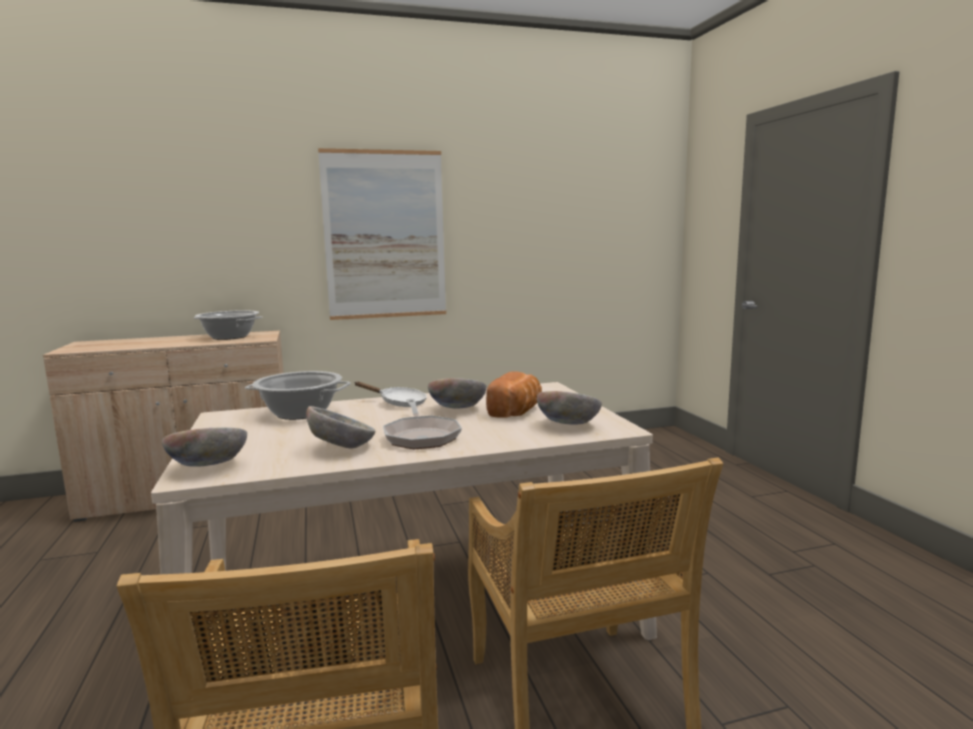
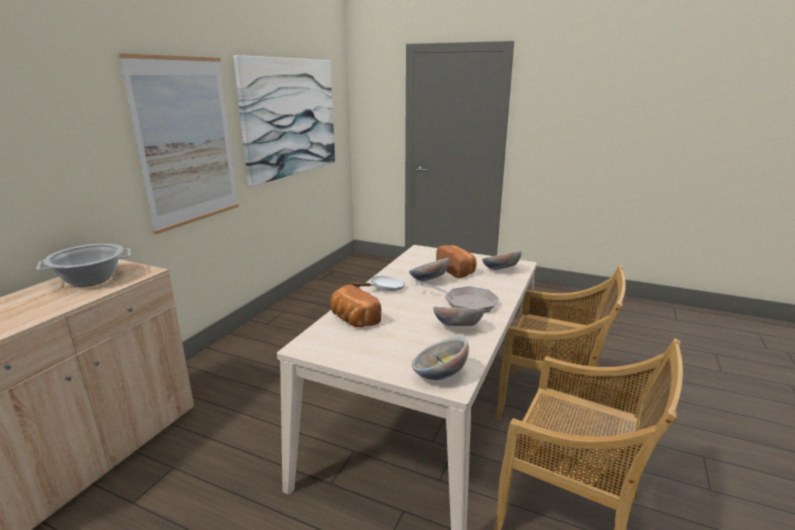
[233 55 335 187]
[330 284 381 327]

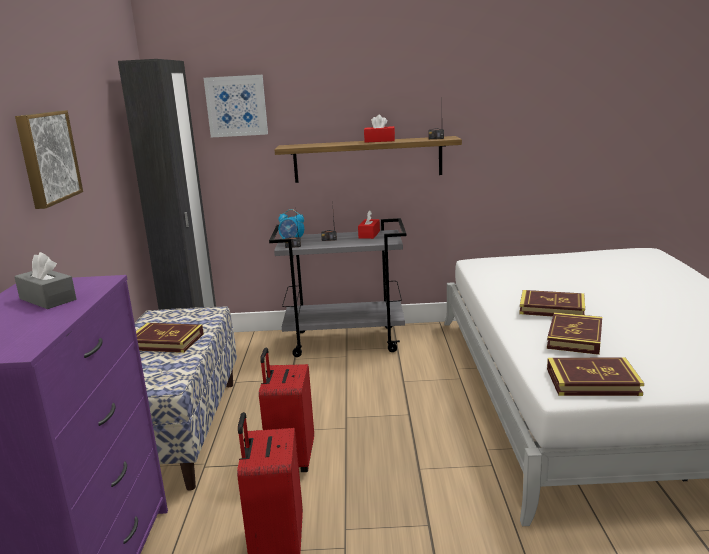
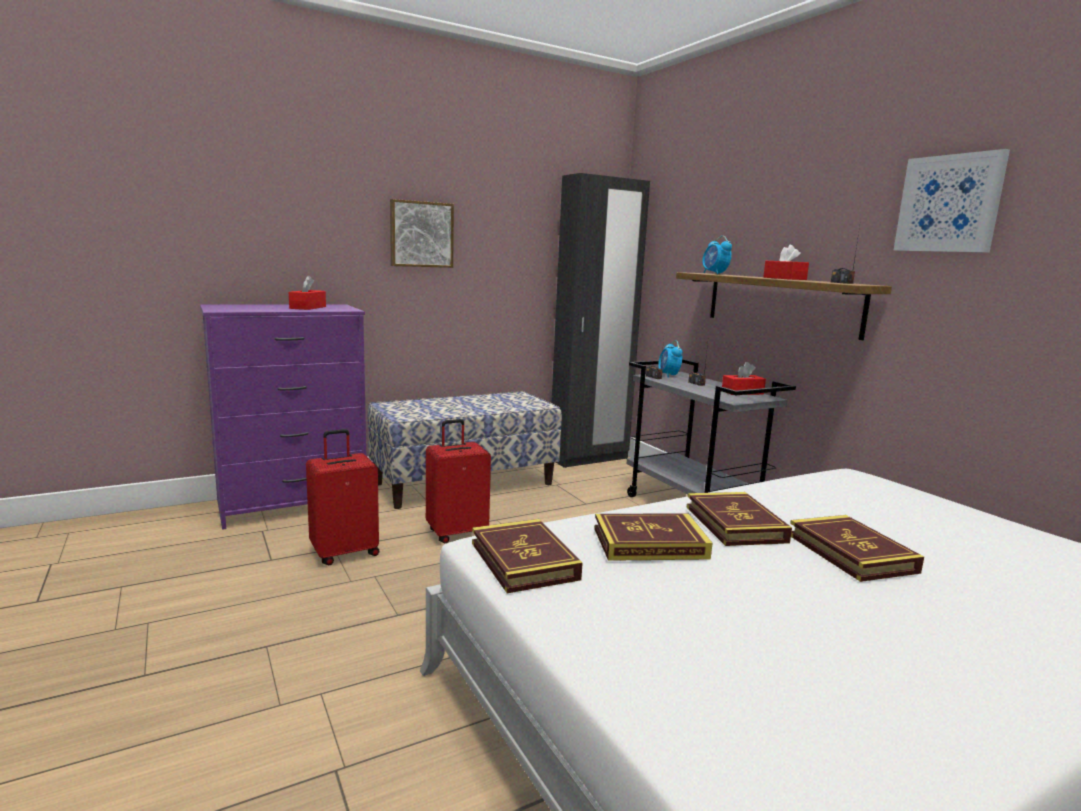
[289 275 326 310]
[702 236 732 274]
[790 515 924 582]
[894 149 1010 252]

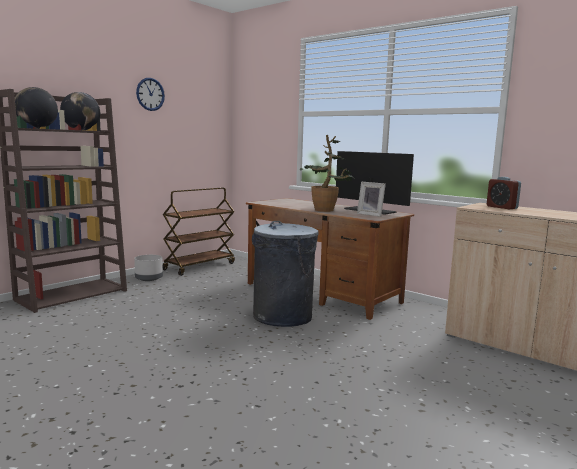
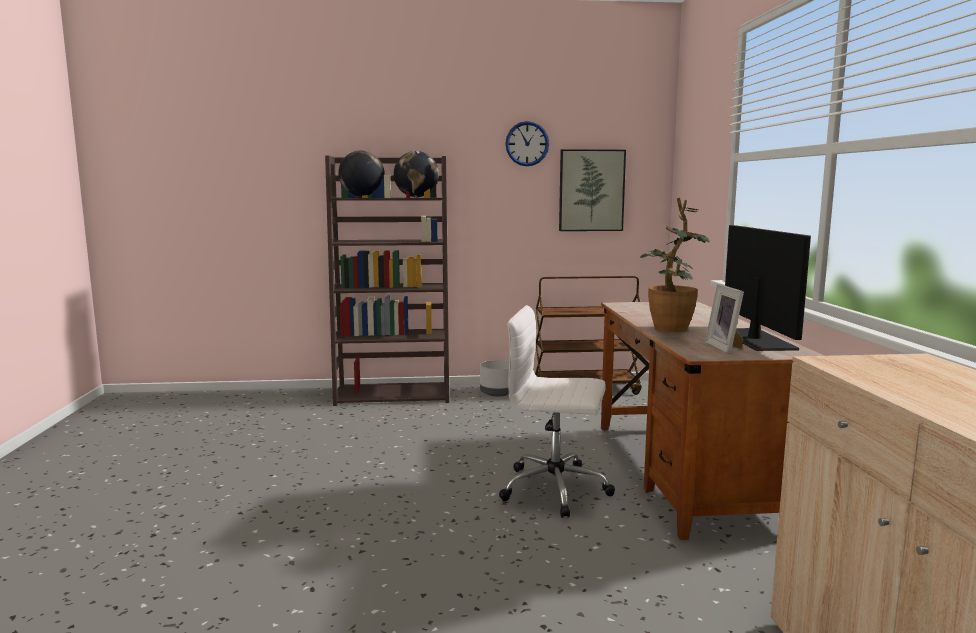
[499 305 615 518]
[559 149 626 231]
[487 177 521 209] (first image)

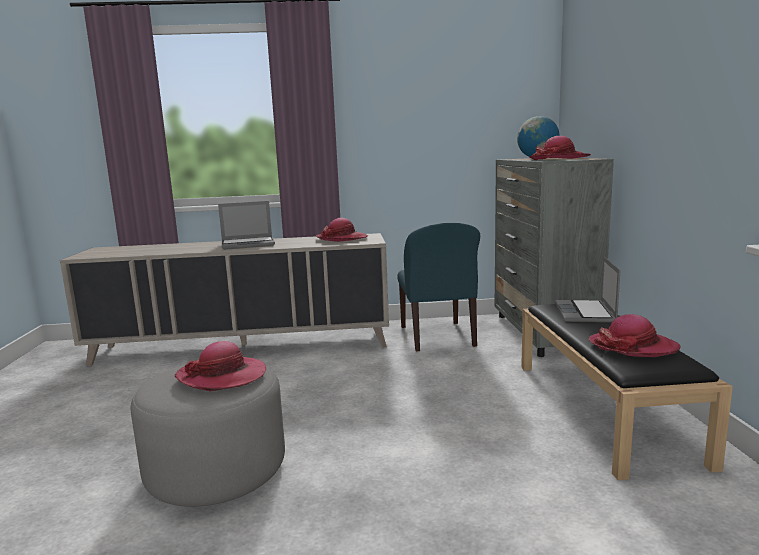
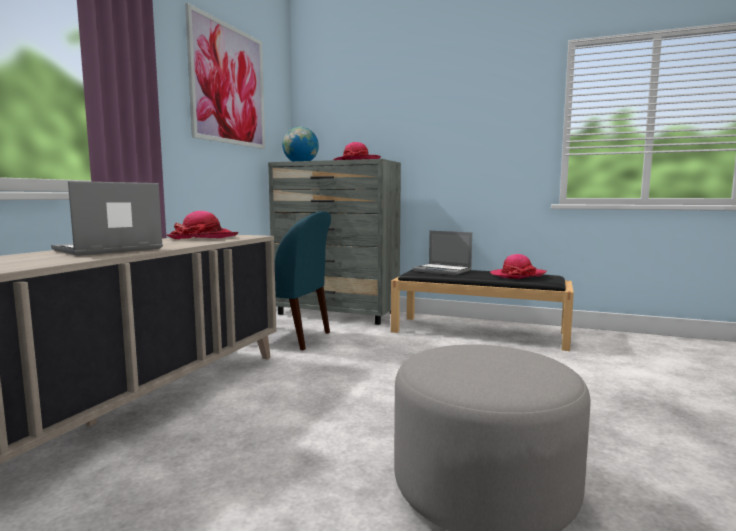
[51 181 163 256]
[185 3 265 149]
[175 341 266 392] (first image)

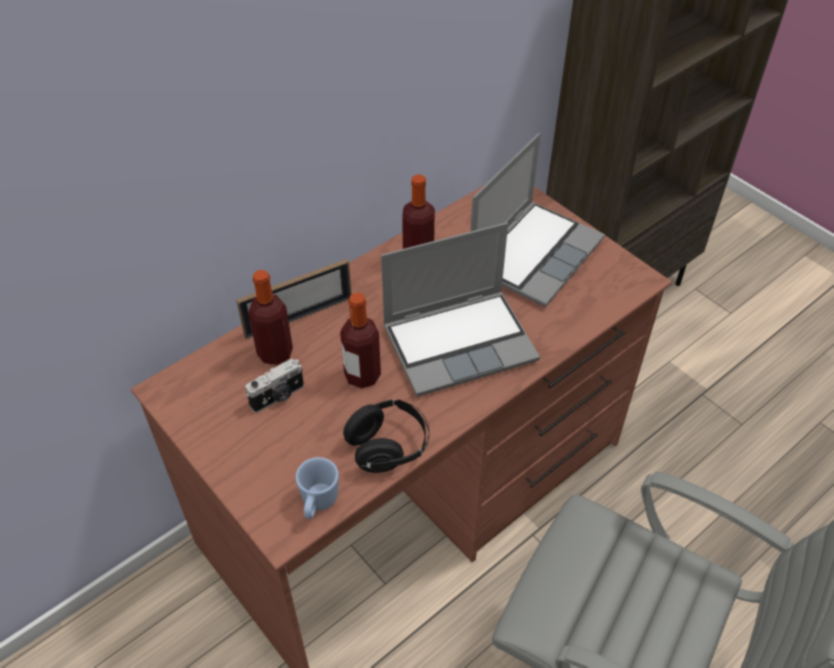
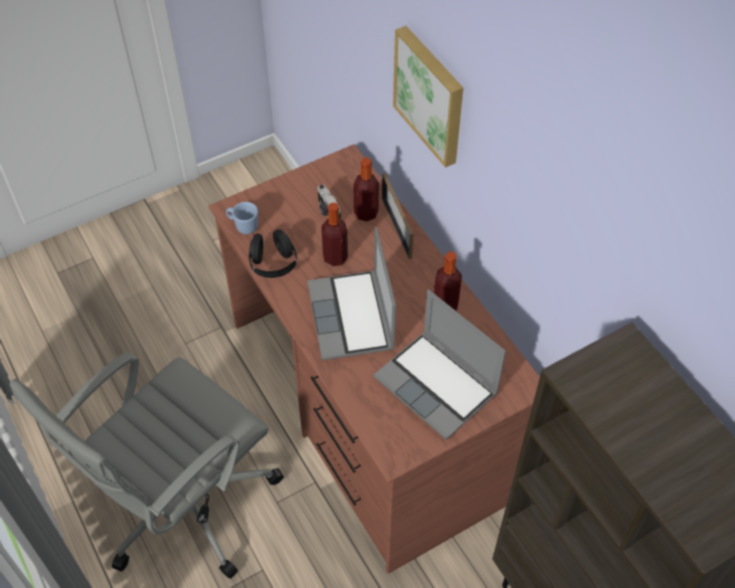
[393 26 463 168]

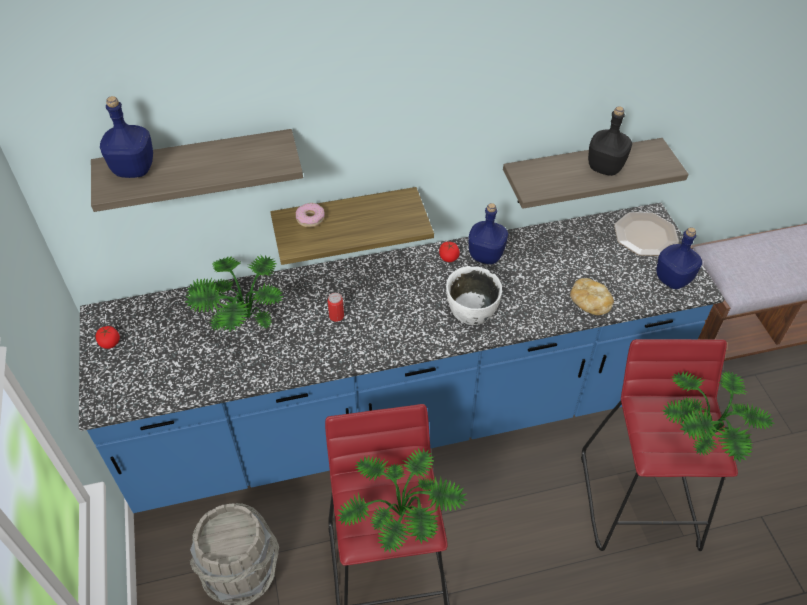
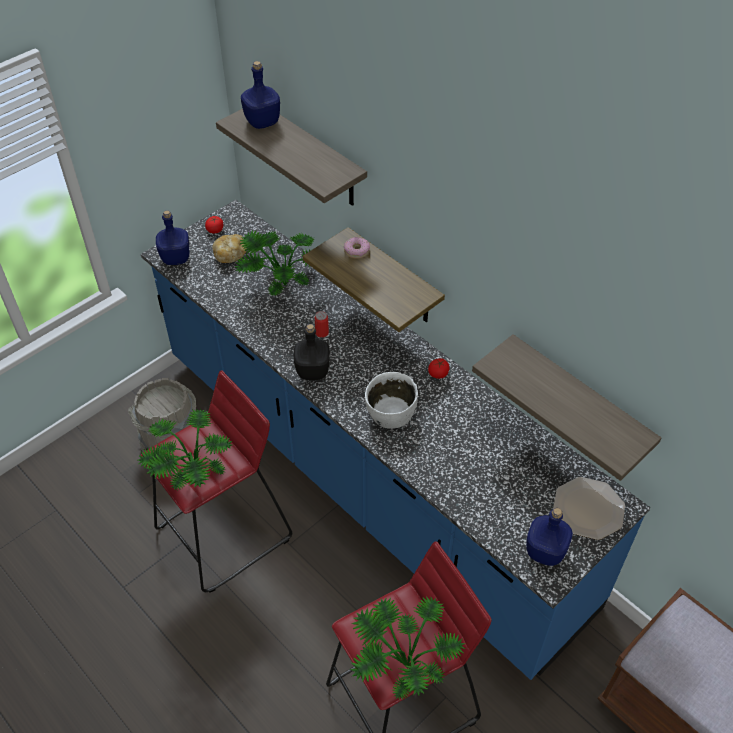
[156 210 189 265]
[213 234 247 263]
[294 324 330 380]

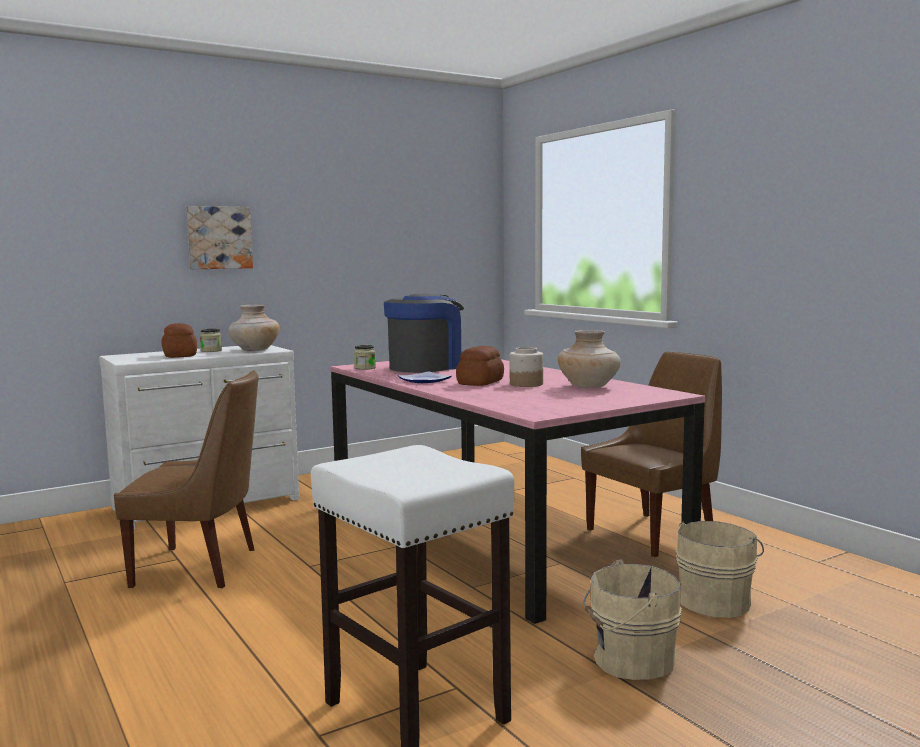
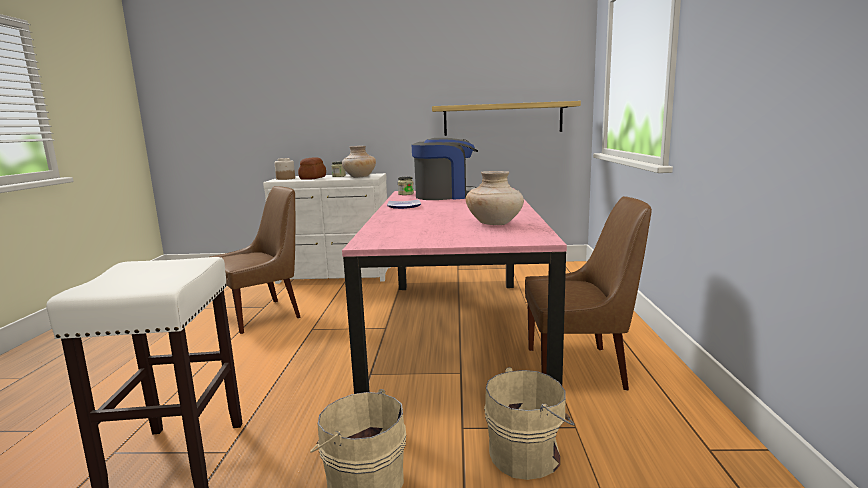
[210 186 301 334]
[275 158 295 180]
[432 101 581 136]
[187 206 253 269] (first image)
[456 346 504 386] (first image)

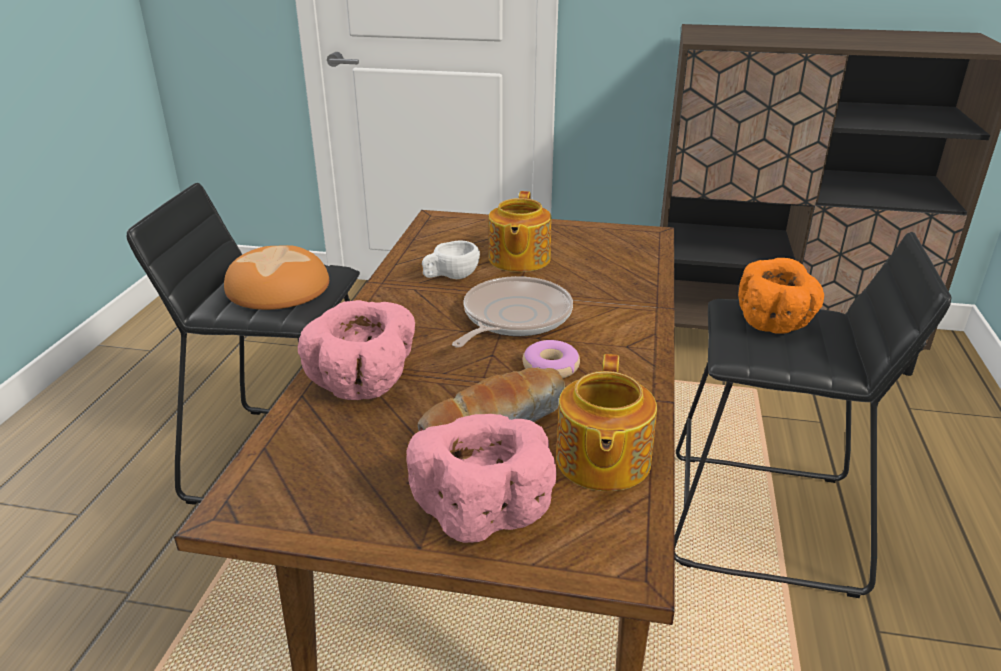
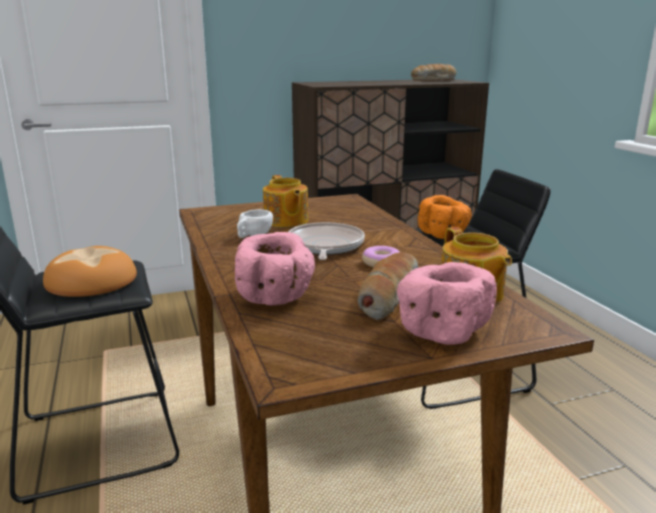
[411 64 456 81]

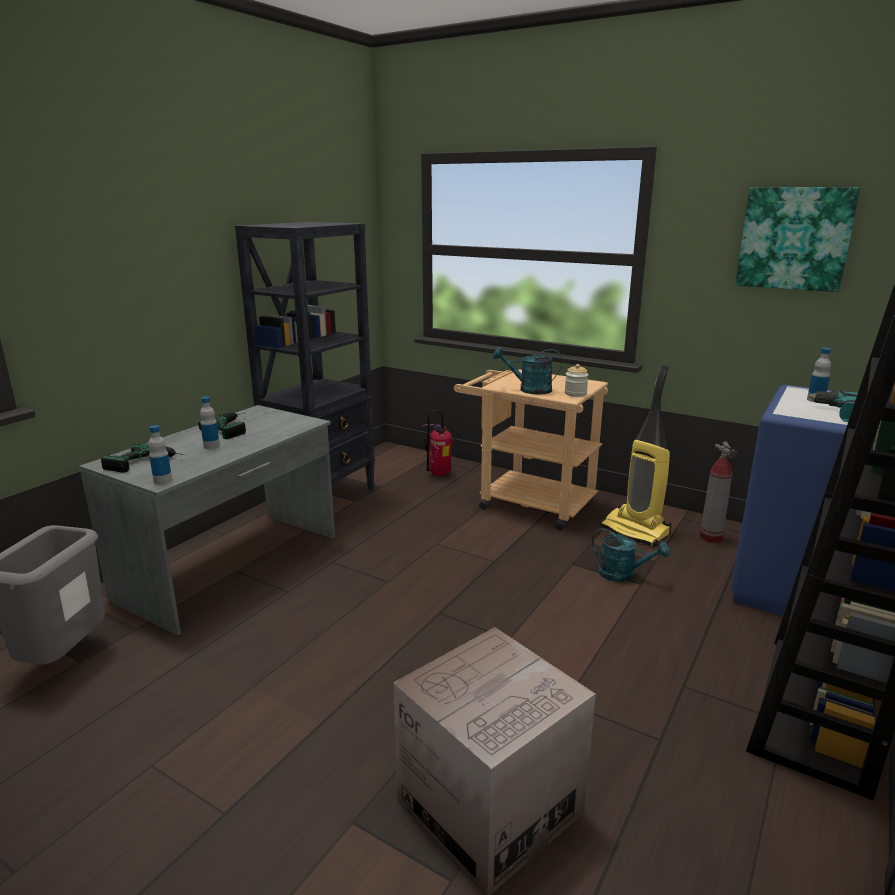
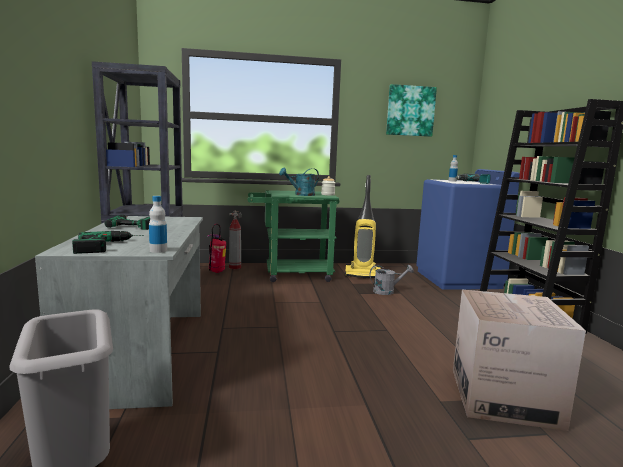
[229 211 242 269]
[247 190 339 282]
[370 265 414 295]
[200 397 220 449] (first image)

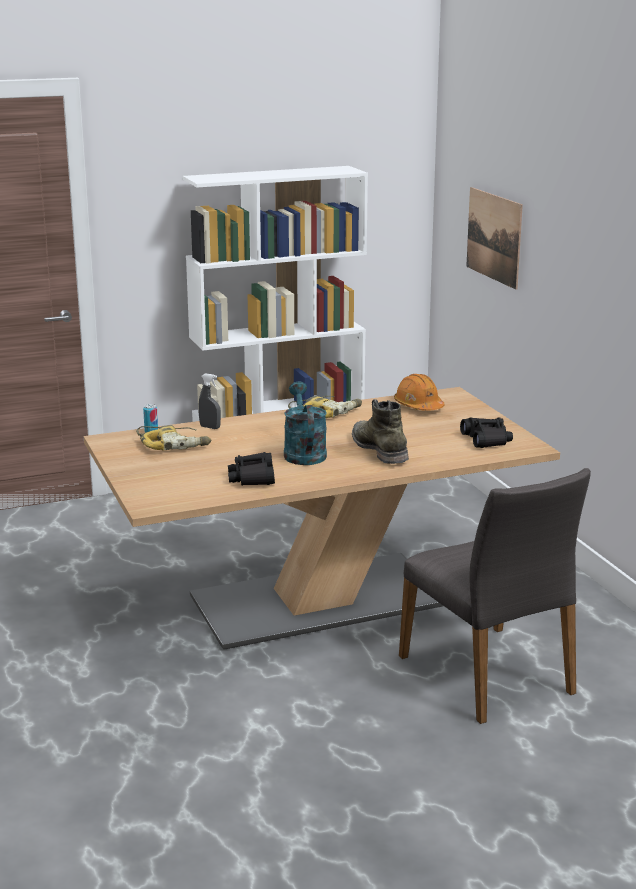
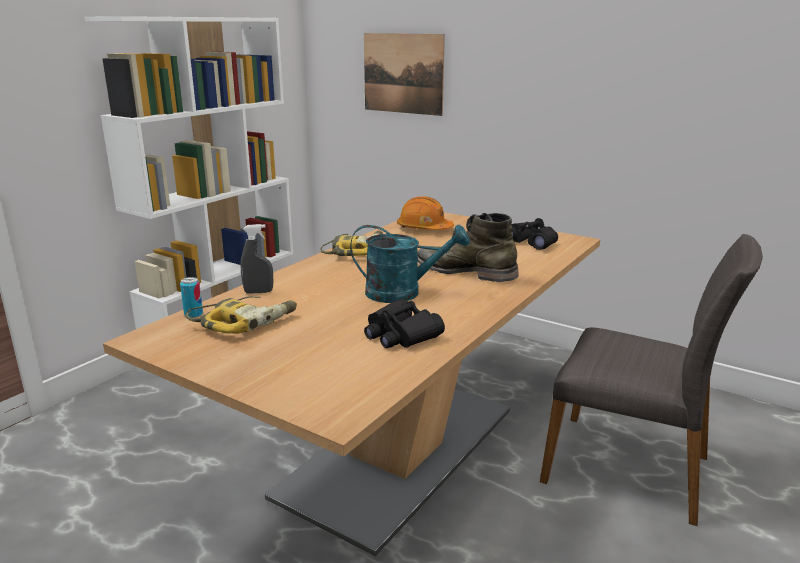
[350 224 470 303]

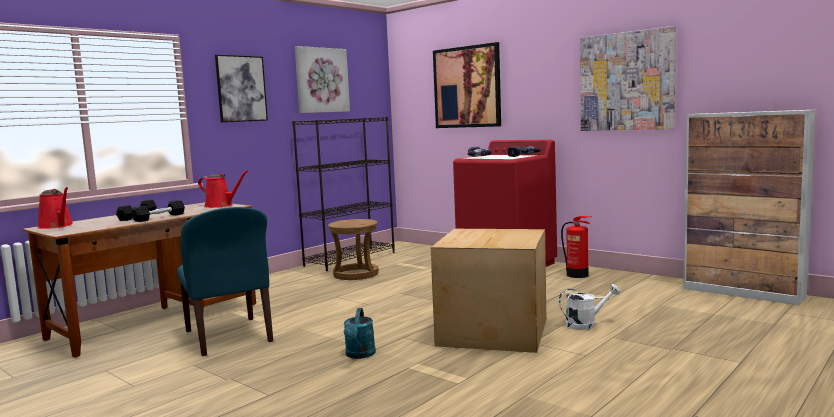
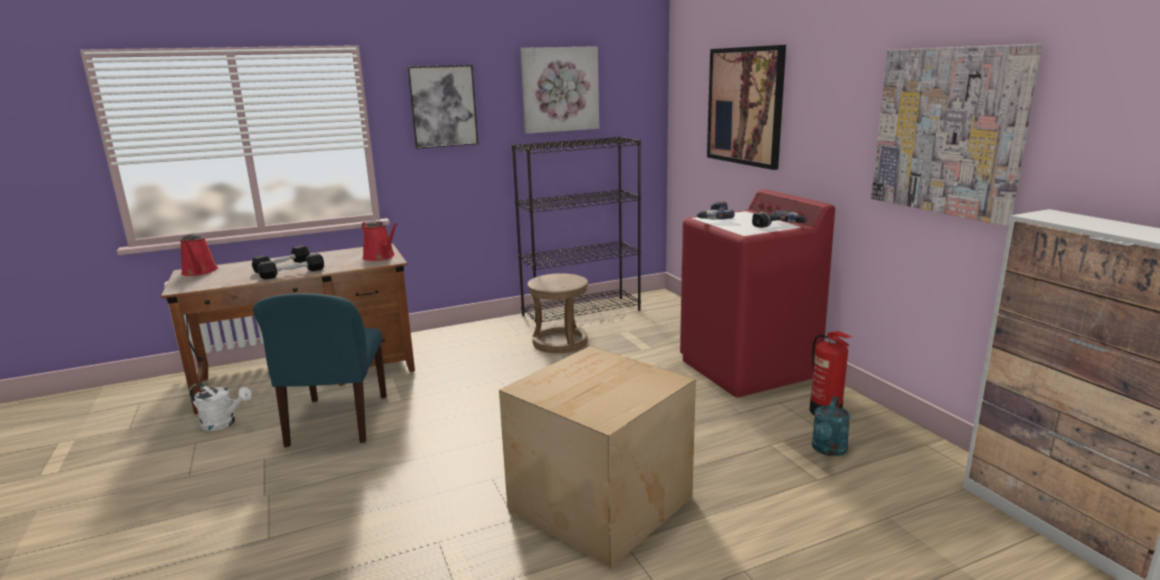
[189 383 252 431]
[812 396 850 456]

